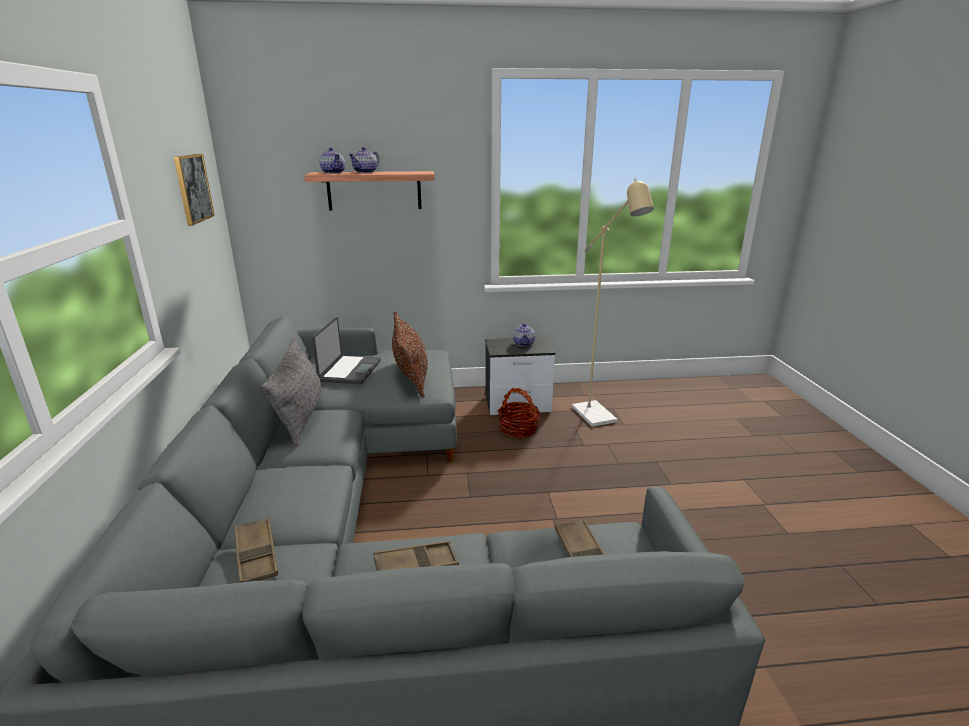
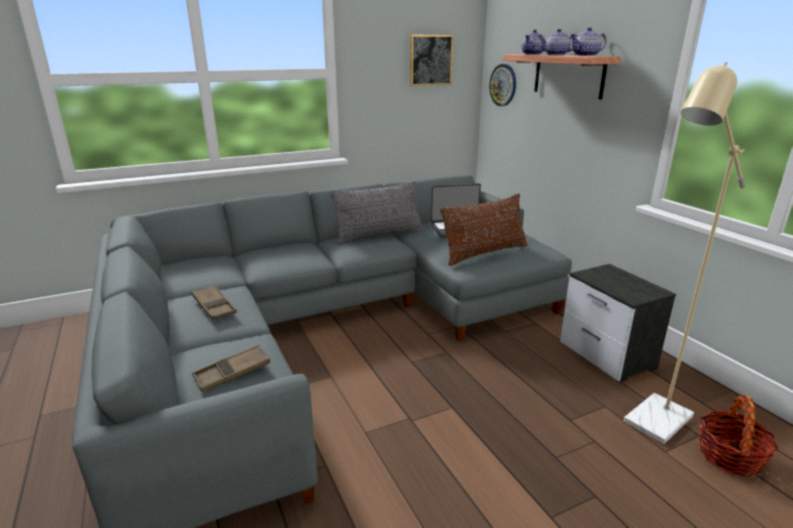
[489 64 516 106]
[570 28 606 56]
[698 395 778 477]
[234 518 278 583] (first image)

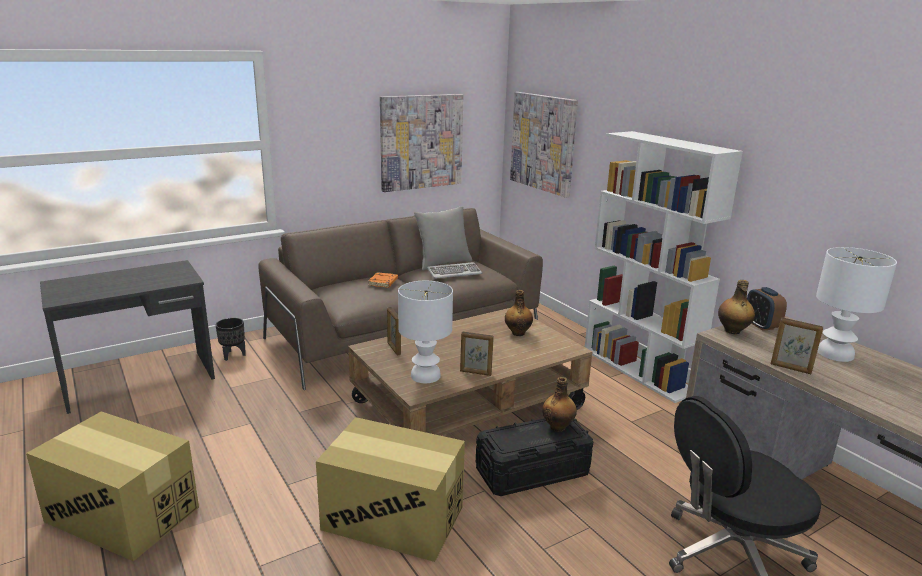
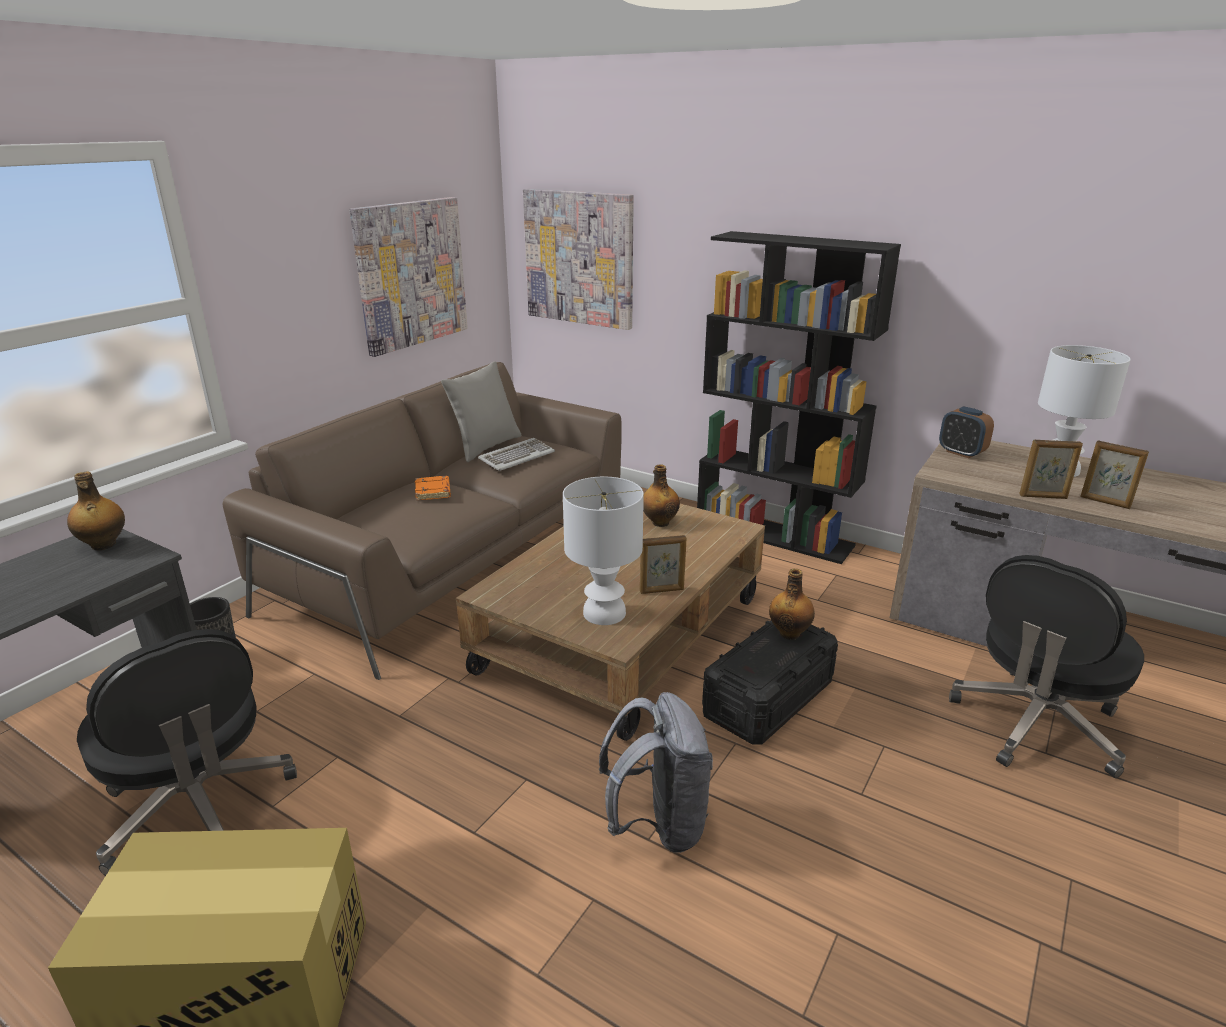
[67 472 125 550]
[77 629 297 876]
[599 692 713 853]
[697 231 901 564]
[1080 441 1149 509]

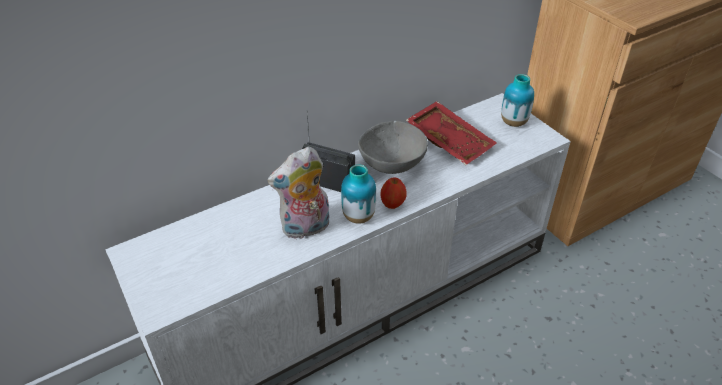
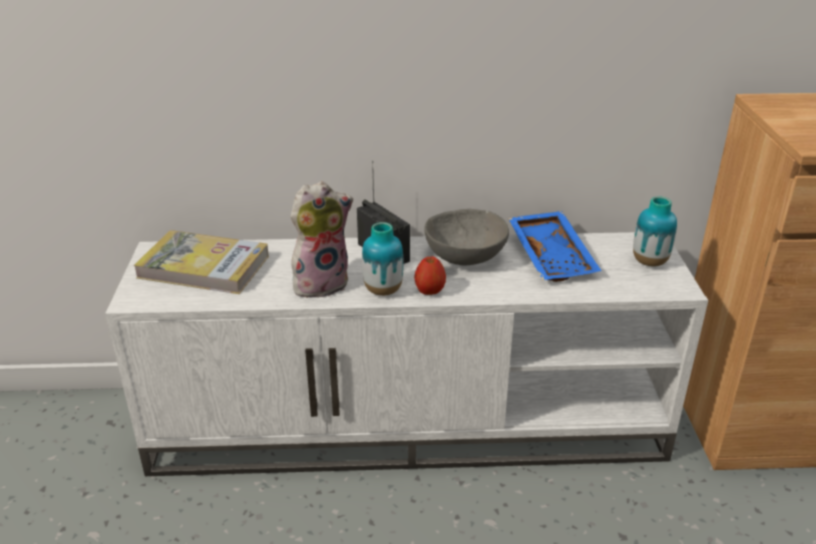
[134 230 269 294]
[291 181 353 298]
[508 211 601 282]

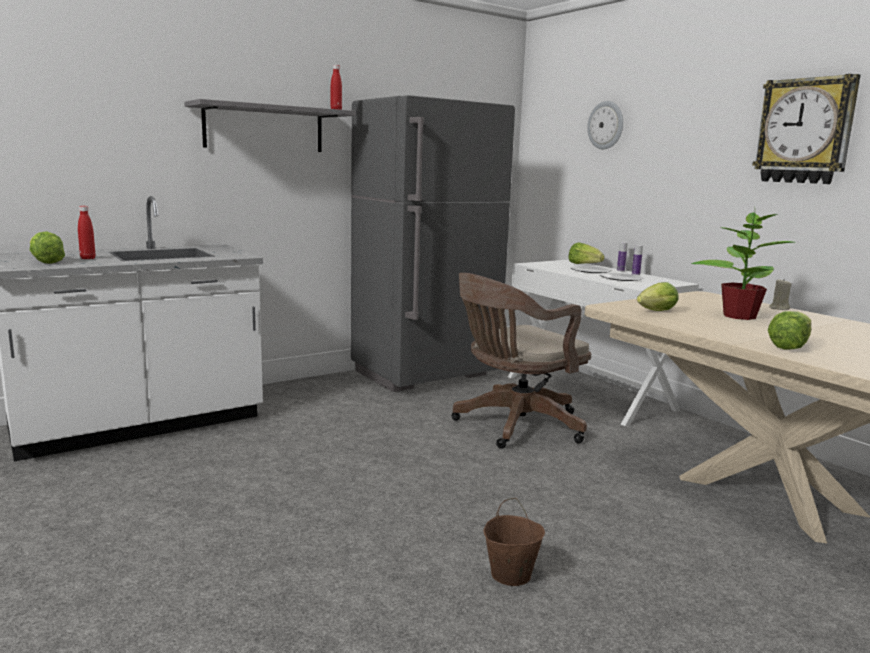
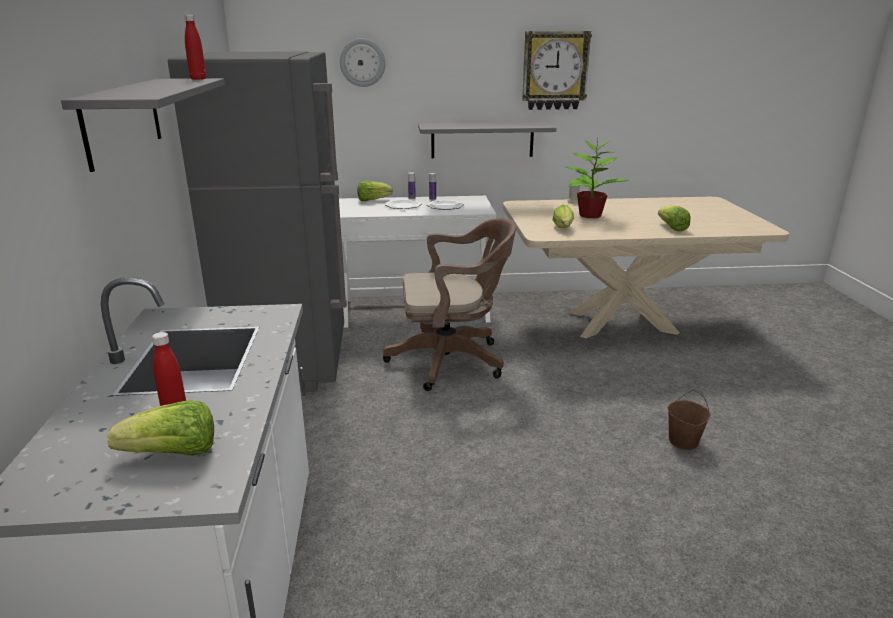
[383 218 516 391]
[418 122 556 158]

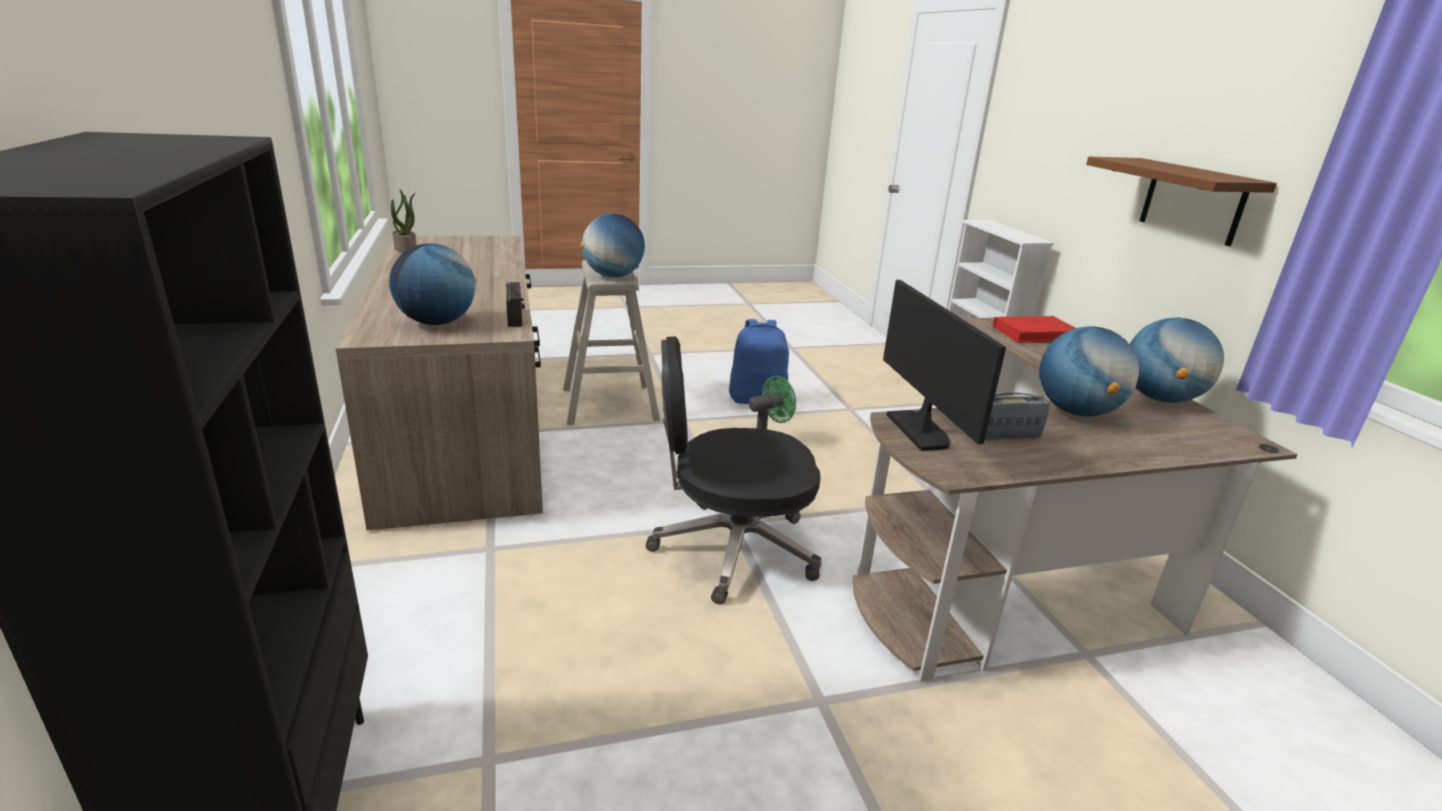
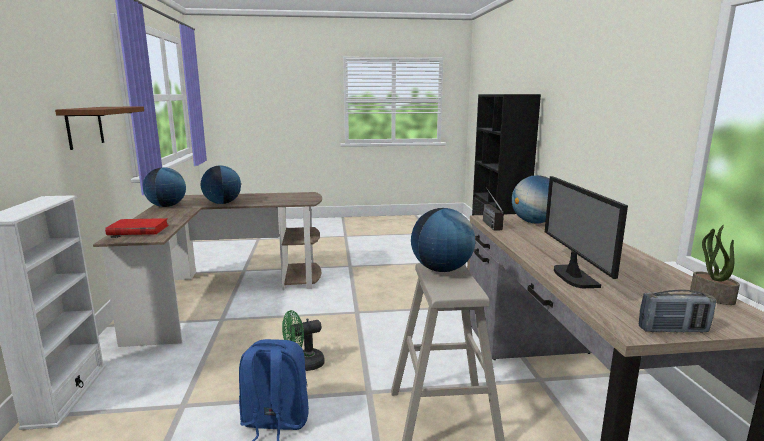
[545 176 628 288]
[639 290 716 333]
[646 336 822 604] (first image)

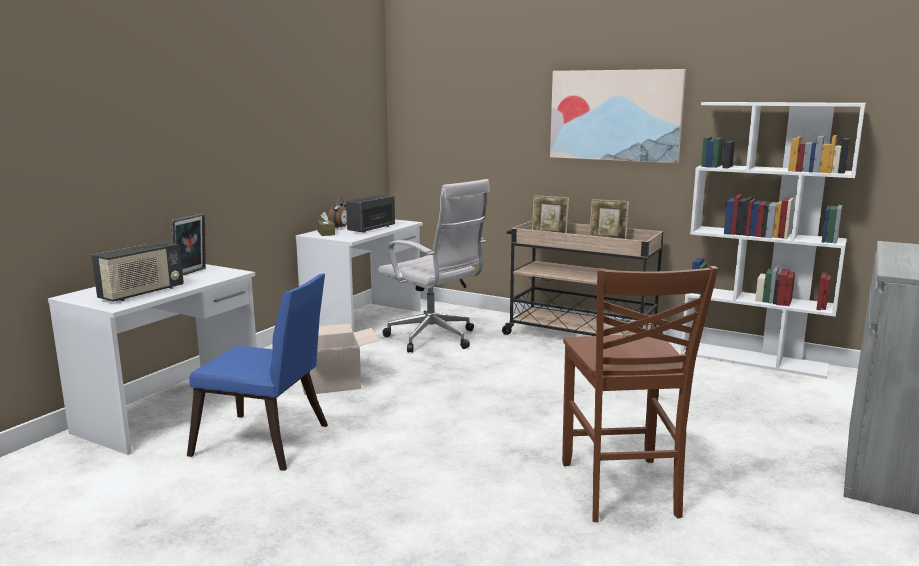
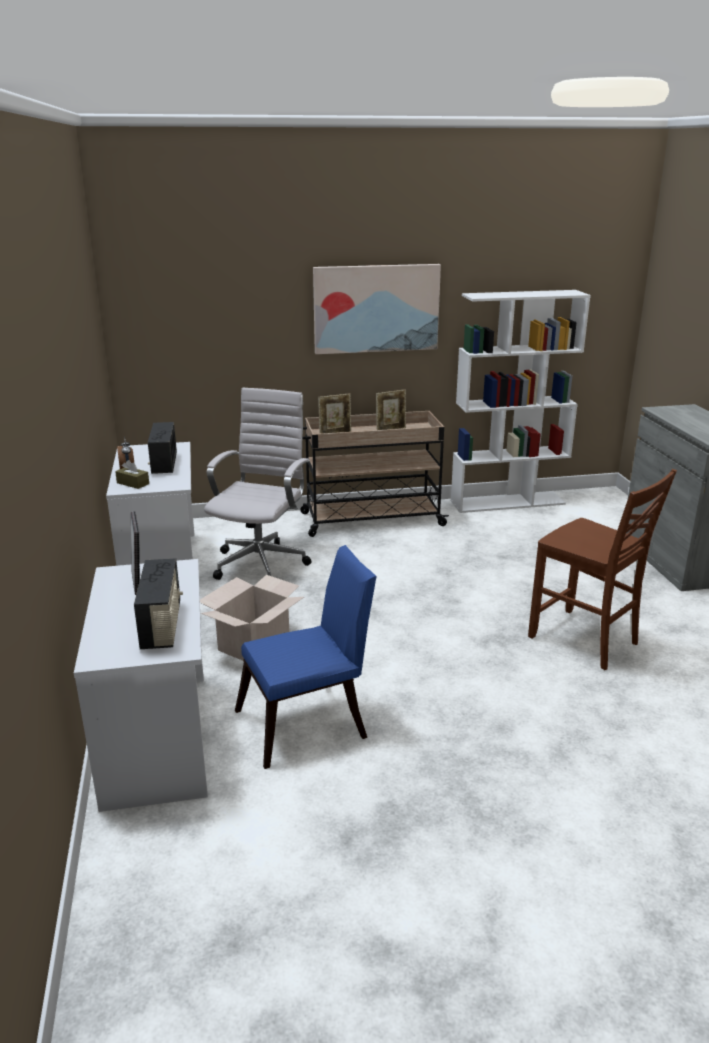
[204 387 311 580]

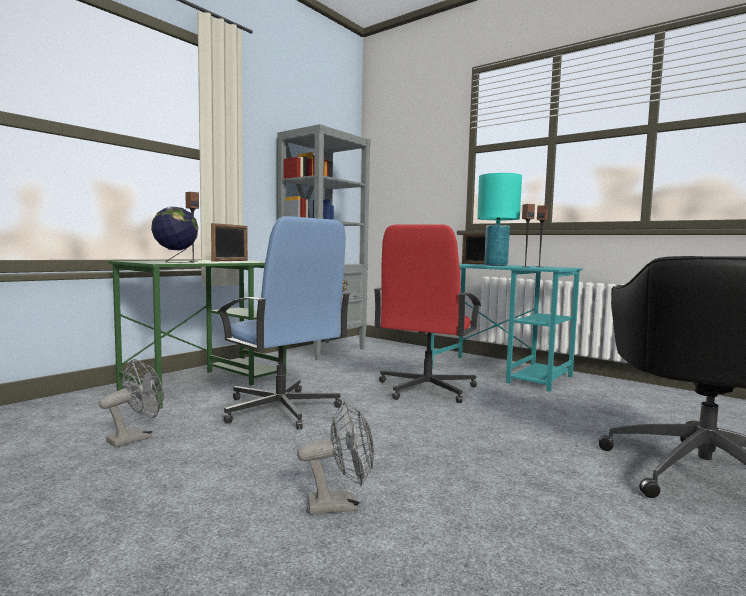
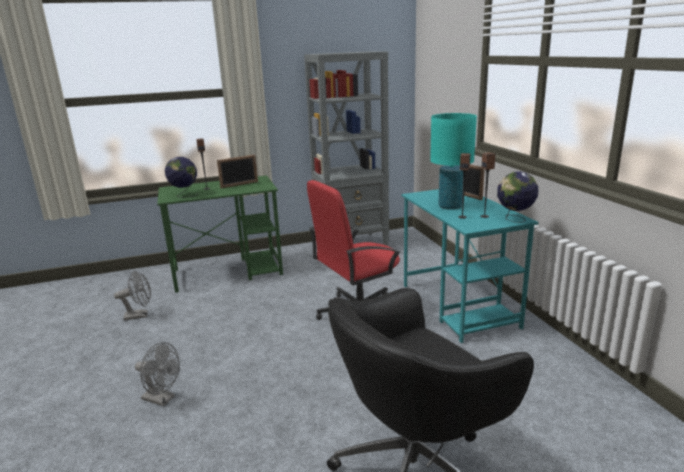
[497 171 538 223]
[217 216 350 429] (first image)

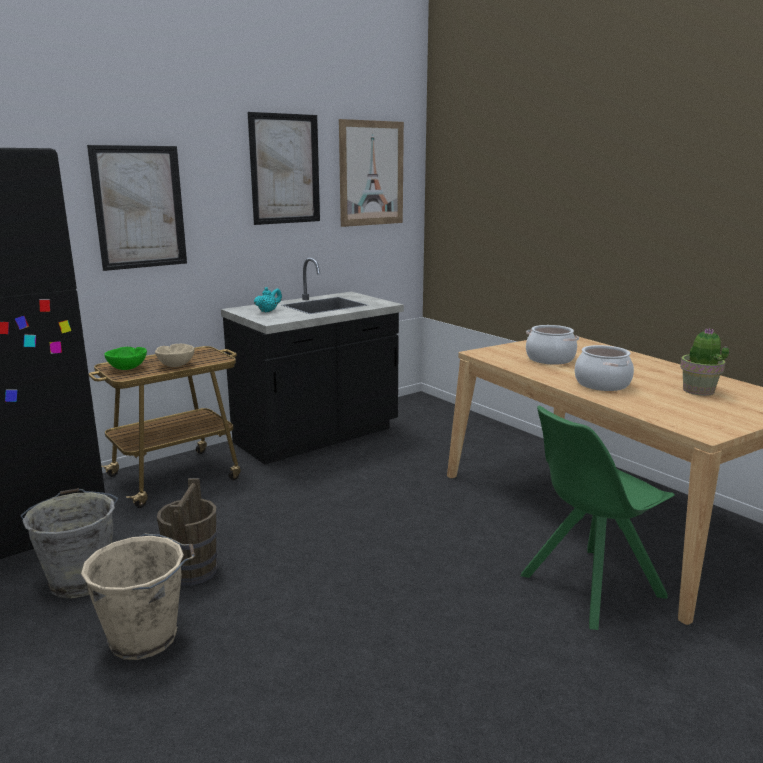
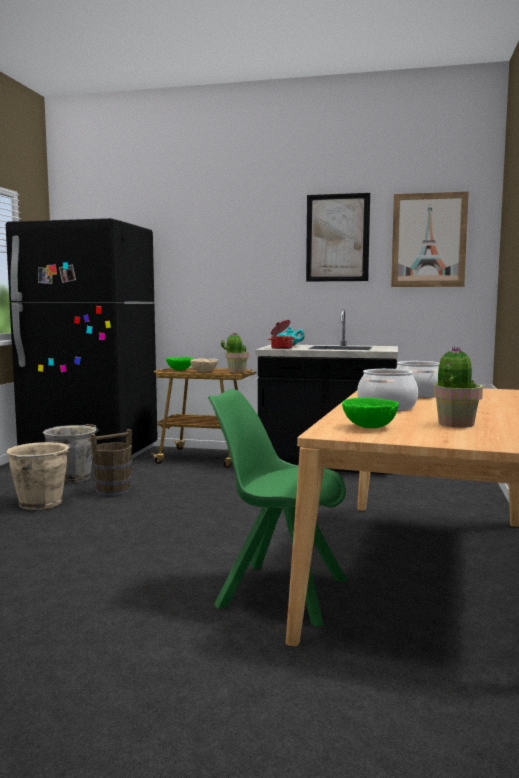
[221 332 249 372]
[268 320 295 349]
[342 398 399 428]
[87 145 187 271] (first image)

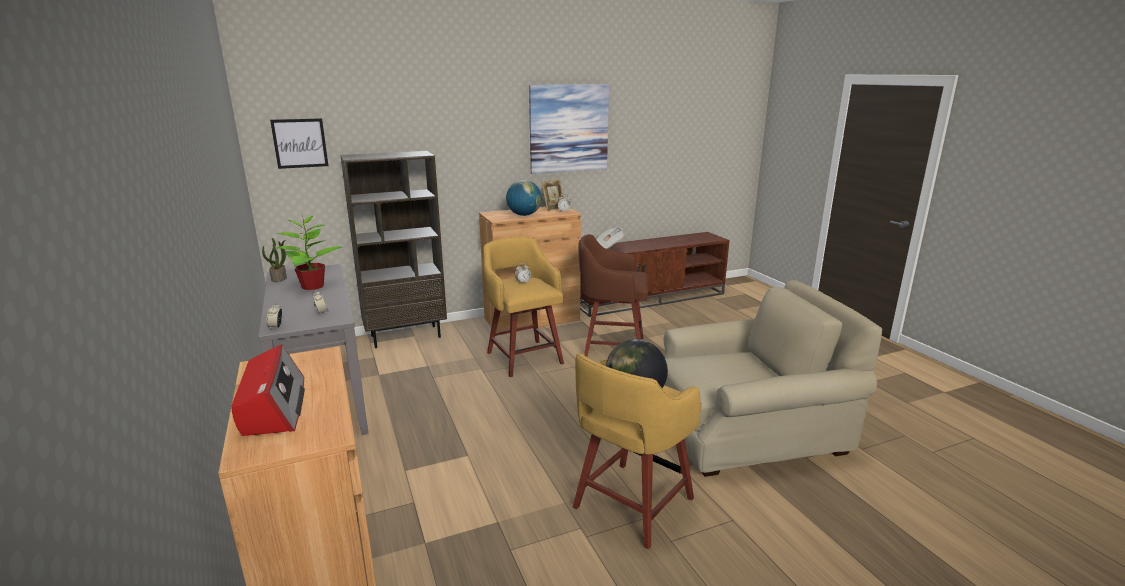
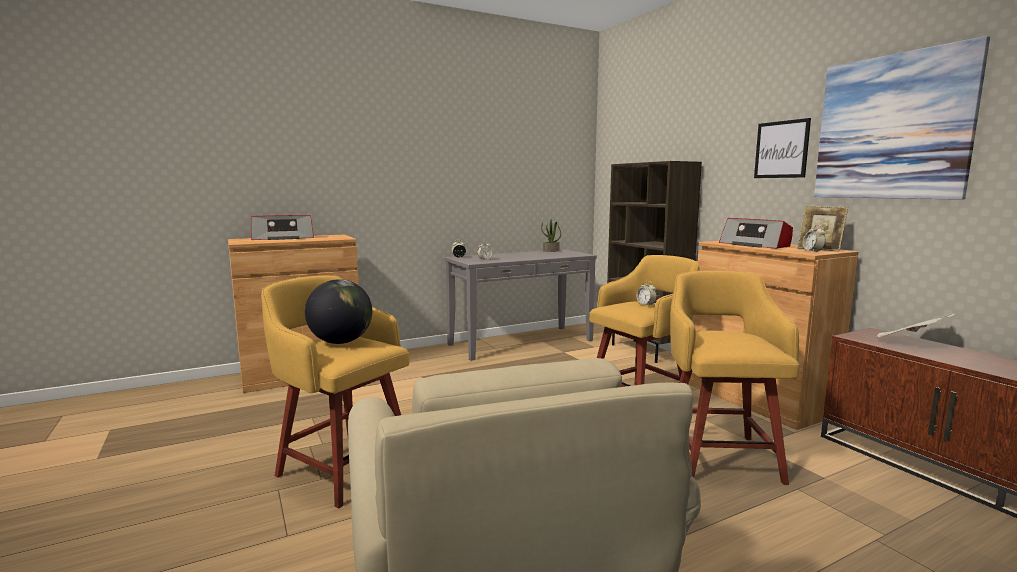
[670 270 800 485]
[719 218 793 249]
[754 118 811 178]
[275 215 343 290] (first image)

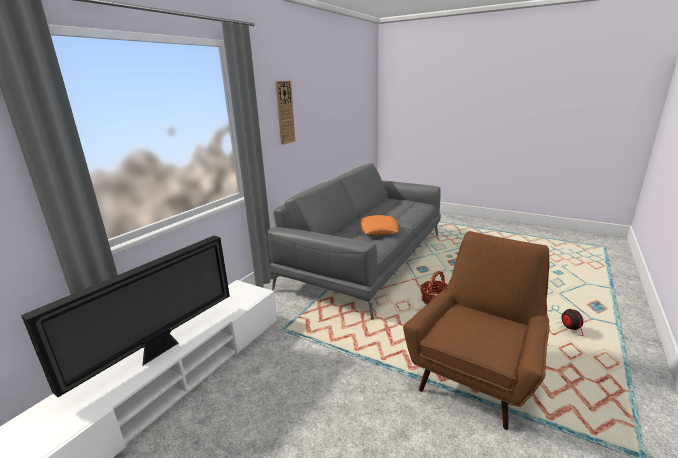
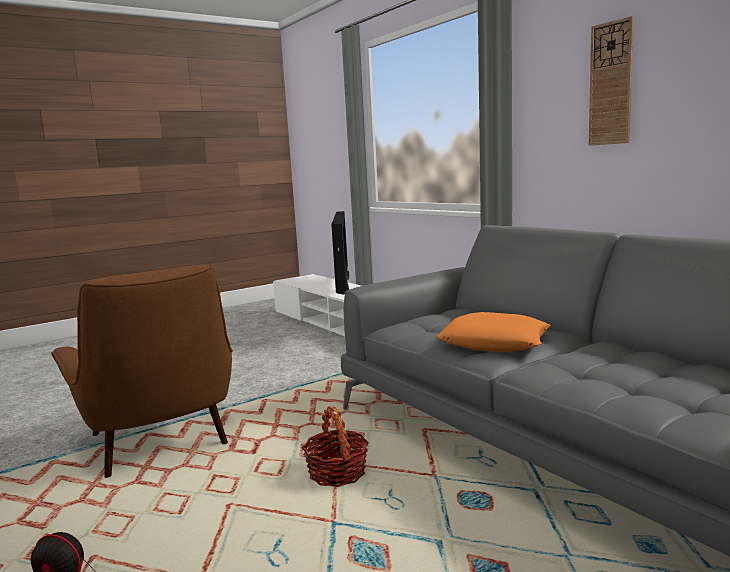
[331 211 349 295]

